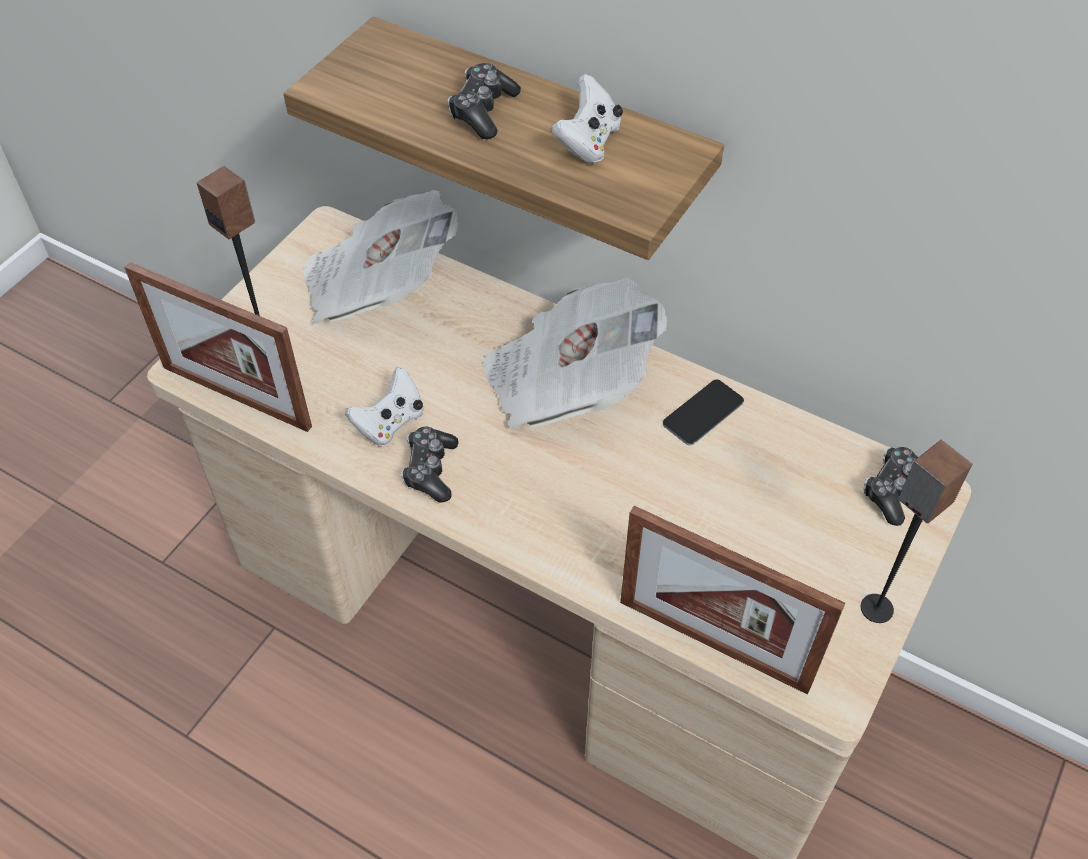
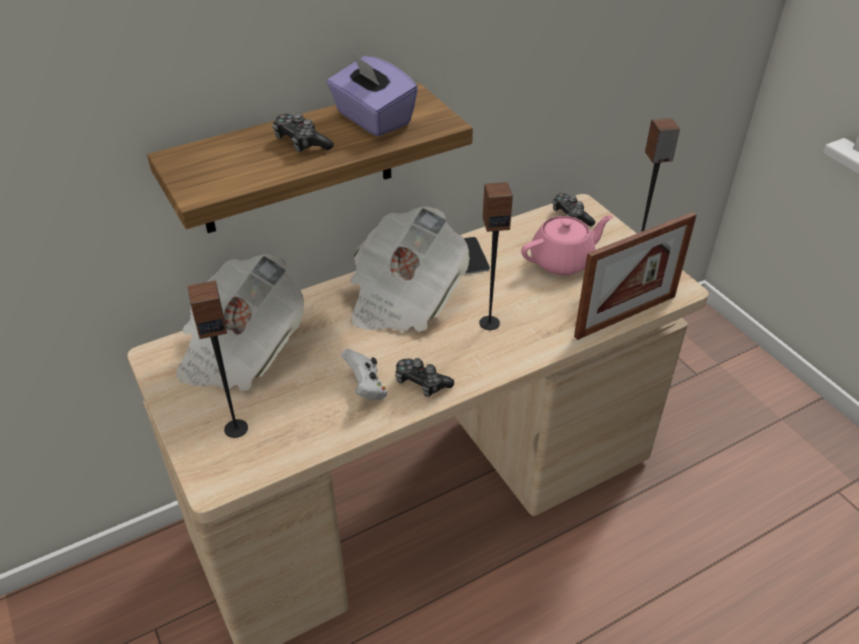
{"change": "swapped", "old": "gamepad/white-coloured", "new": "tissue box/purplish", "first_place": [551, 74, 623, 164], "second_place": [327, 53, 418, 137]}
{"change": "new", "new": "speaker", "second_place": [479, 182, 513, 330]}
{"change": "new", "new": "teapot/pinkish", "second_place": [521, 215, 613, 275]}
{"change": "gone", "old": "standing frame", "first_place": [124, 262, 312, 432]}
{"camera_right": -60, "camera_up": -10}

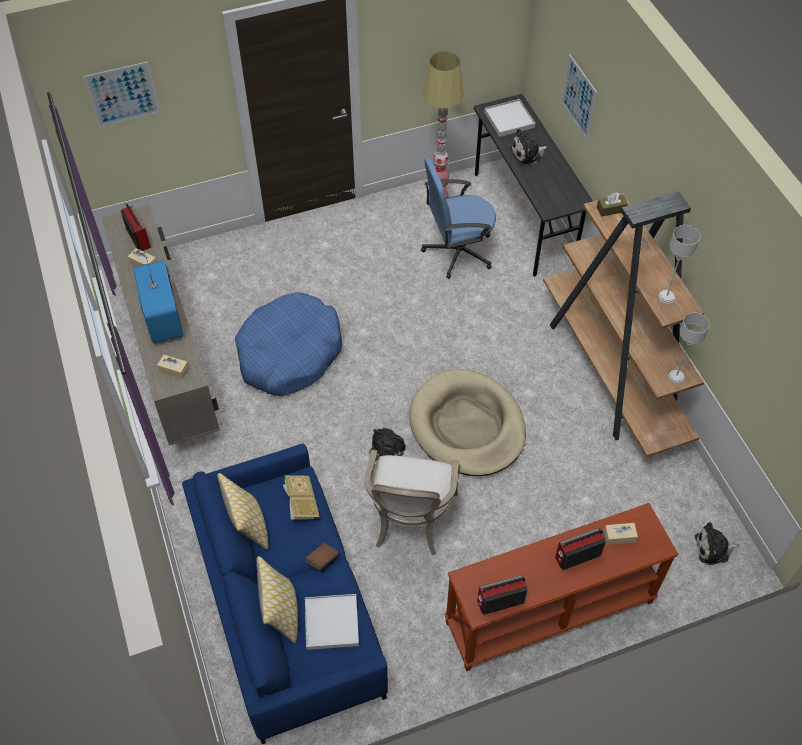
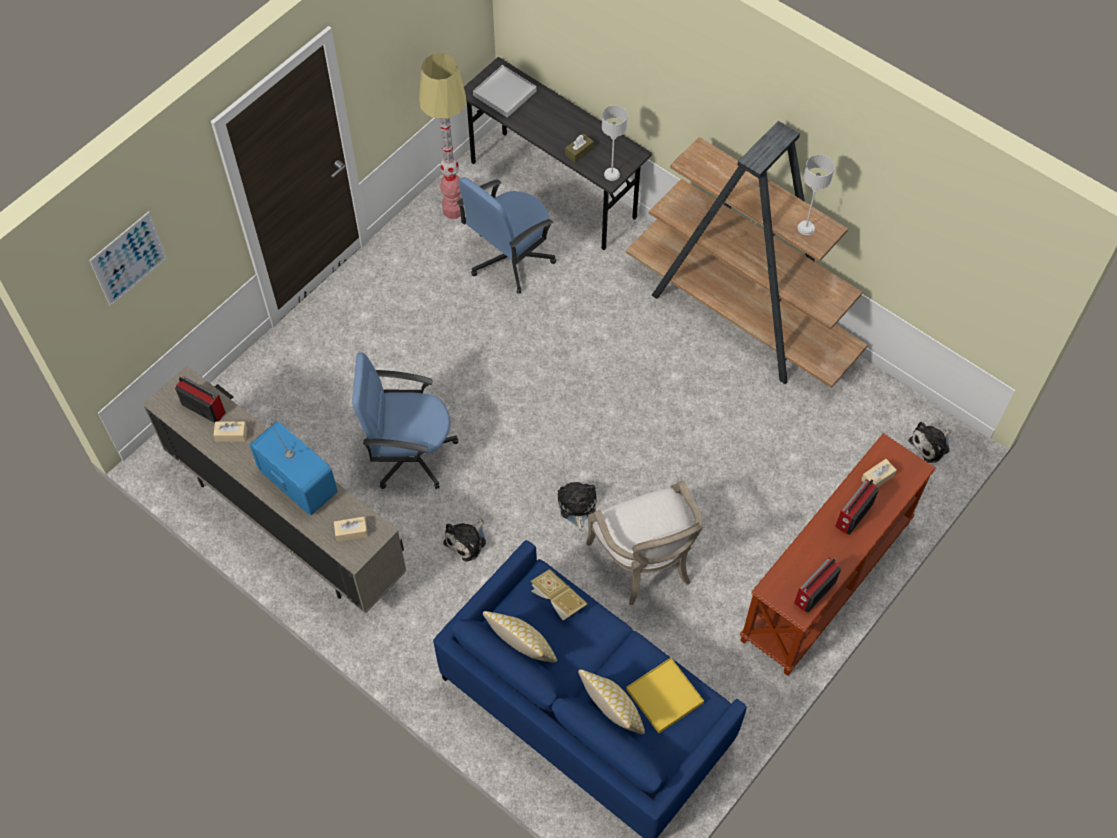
{"change": "swapped", "old": "dog cushion/blue", "new": "office chair/blue", "first_place": [235, 292, 342, 396], "second_place": [352, 352, 458, 489]}
{"change": "shifted", "old": "cuddly toy", "first_place": [510, 129, 547, 165], "second_place": [443, 519, 486, 562]}
{"change": "shifted", "old": "tissue box/brown-coloured", "first_place": [597, 192, 628, 217], "second_place": [565, 134, 594, 163]}
{"change": "shifted", "old": "lamp for a table/greyish", "first_place": [669, 313, 710, 383], "second_place": [602, 105, 628, 181]}
{"change": "repainted", "old": "serving tray/white-coloured", "new": "serving tray/yellow", "first_place": [305, 594, 359, 650], "second_place": [626, 658, 704, 733]}
{"change": "gone", "old": "book/brown-coloured", "first_place": [306, 543, 339, 570]}
{"change": "gone", "old": "dog cushion/sand-coloured", "first_place": [409, 369, 526, 476]}
{"change": "gone", "old": "wall art", "first_place": [562, 54, 597, 140]}
{"camera_right": -30, "camera_up": 5}

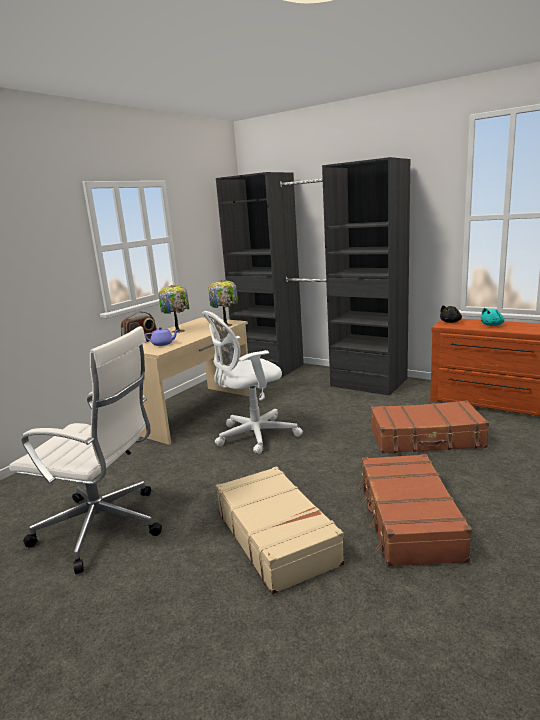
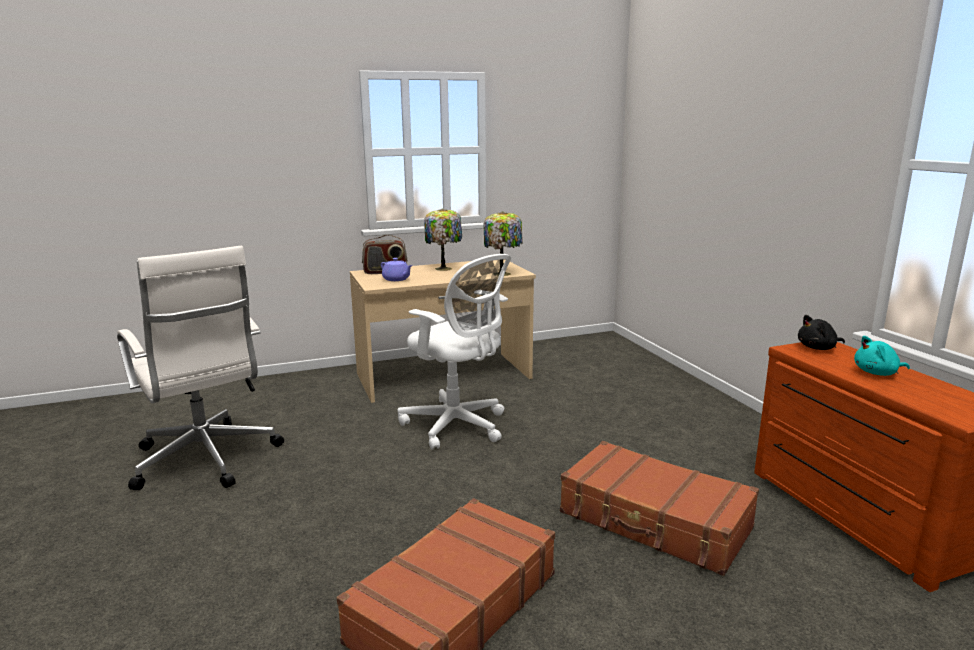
{"change": "rotated", "old": "office chair/white-coloured", "first_place": [202, 311, 303, 454], "second_place": [398, 254, 511, 450], "degrees": -150}
{"change": "gone", "old": "armoire/black", "first_place": [216, 157, 410, 396]}
{"change": "gone", "old": "piece of luggage/sand-coloured", "first_place": [216, 466, 344, 595]}
{"camera_right": 35, "camera_up": 0}

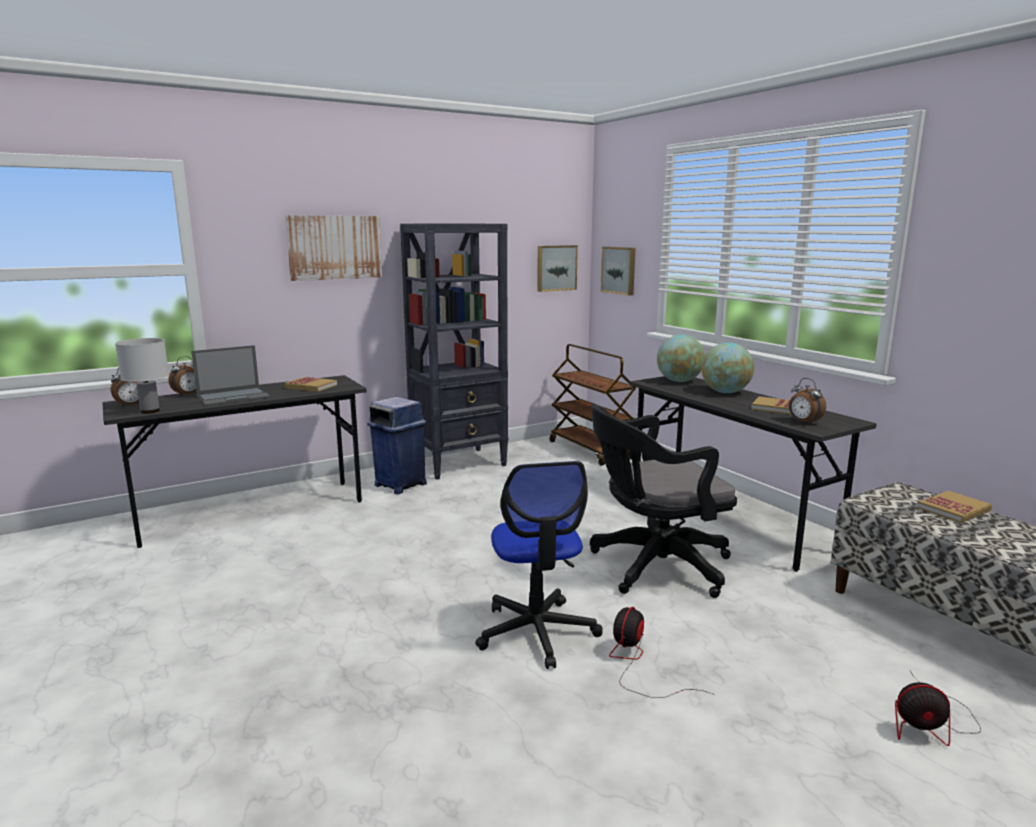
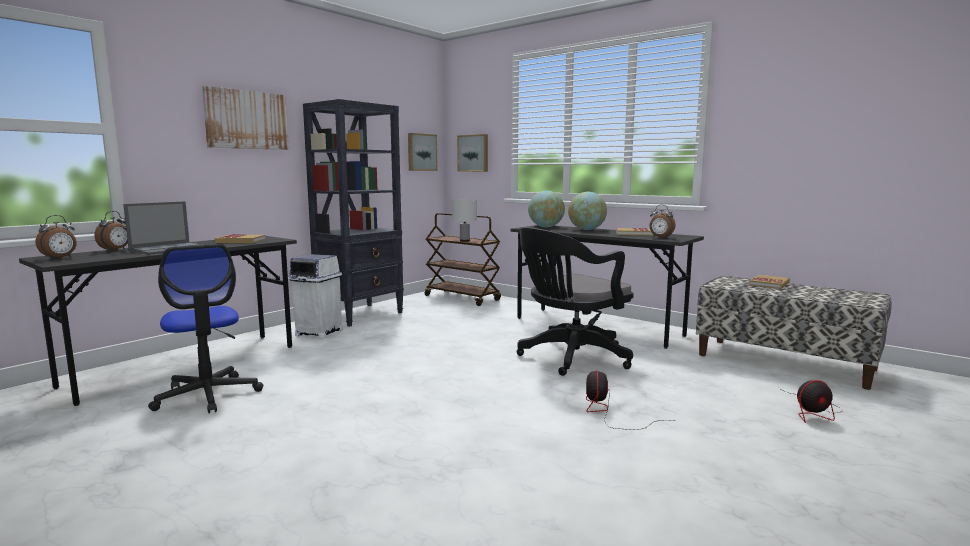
{"change": "shifted", "old": "office chair", "first_place": [475, 461, 603, 669], "second_place": [148, 244, 263, 413]}
{"change": "repainted", "old": "trash can/blue", "new": "trash can/white-coloured", "first_place": [367, 397, 427, 494], "second_place": [288, 254, 343, 339]}
{"change": "shifted", "old": "lamp for a table/white-coloured", "first_place": [115, 338, 169, 414], "second_place": [452, 199, 477, 242]}
{"camera_right": -20, "camera_up": -5}

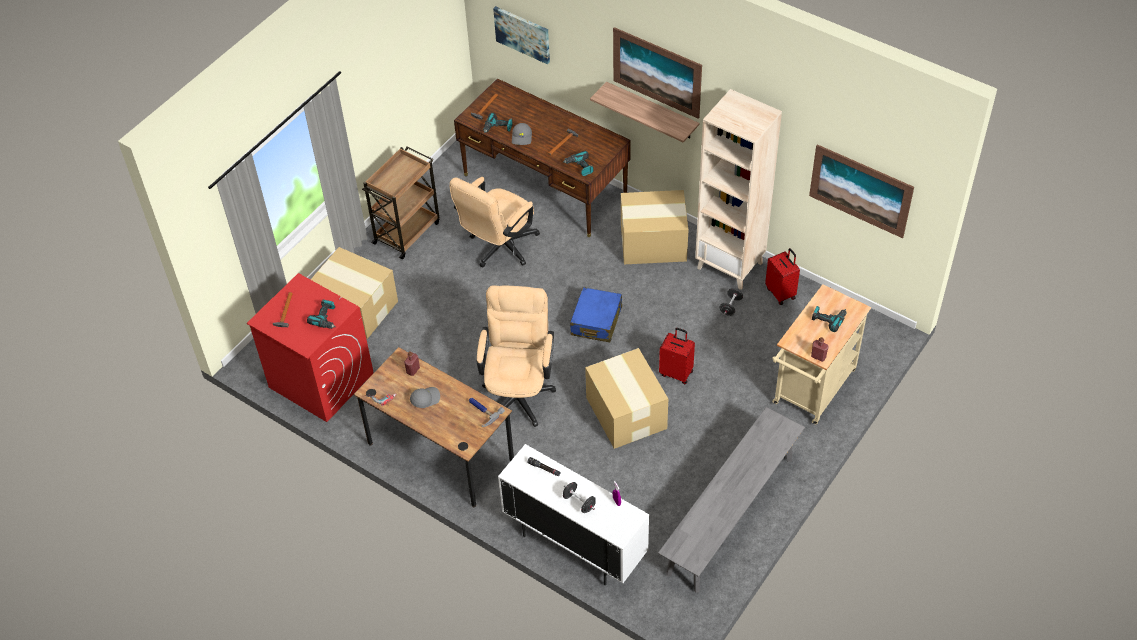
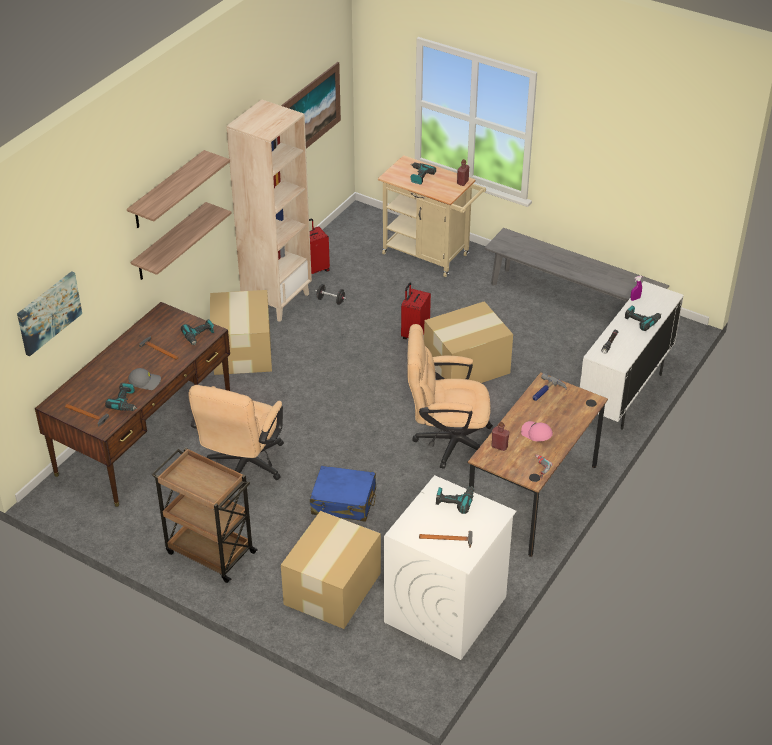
{"change": "swapped", "old": "wall art", "new": "bracket shelf", "first_place": [613, 27, 702, 119], "second_place": [127, 150, 230, 228]}
{"change": "rotated", "old": "office chair/sand-coloured", "first_place": [450, 177, 540, 267], "second_place": [189, 385, 284, 480], "degrees": 75}
{"change": "shifted", "old": "piece of luggage/blue", "first_place": [570, 287, 622, 342], "second_place": [310, 466, 376, 522]}
{"change": "repainted", "old": "washing machine/red", "new": "washing machine/white-coloured", "first_place": [247, 273, 374, 422], "second_place": [384, 475, 516, 660]}
{"change": "repainted", "old": "cap/greyish", "new": "cap/pinkish", "first_place": [410, 387, 440, 408], "second_place": [521, 421, 553, 442]}
{"change": "swapped", "old": "dumbbell/black", "new": "electric drill", "first_place": [563, 482, 596, 513], "second_place": [625, 305, 661, 331]}
{"camera_right": -95, "camera_up": -10}

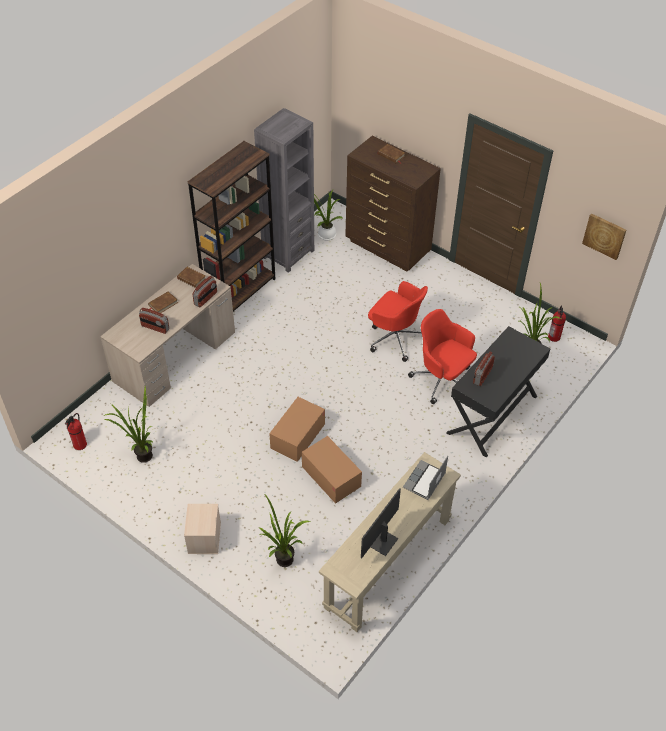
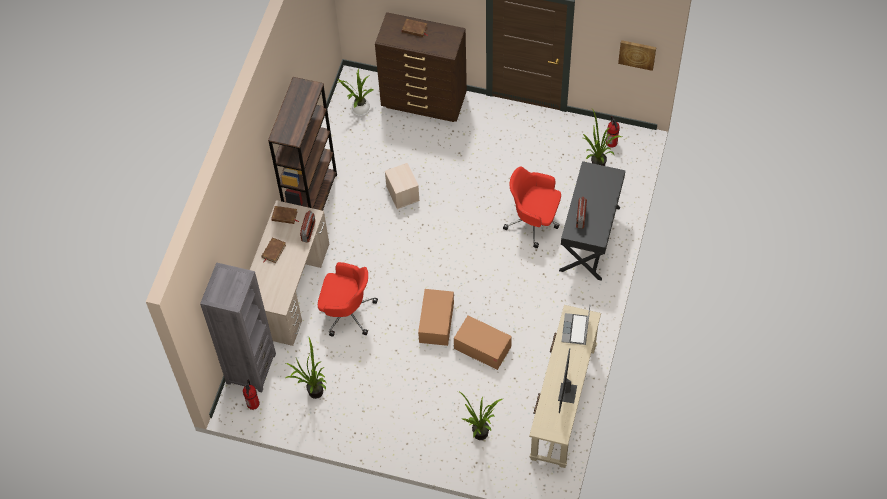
{"change": "shifted", "old": "bookcase/greyish", "first_place": [254, 108, 314, 273], "second_place": [200, 263, 276, 392]}
{"change": "shifted", "old": "office chair/red", "first_place": [368, 281, 428, 362], "second_place": [318, 262, 378, 337]}
{"change": "shifted", "old": "storage bin/sand-coloured", "first_place": [184, 504, 221, 554], "second_place": [385, 163, 420, 209]}
{"change": "gone", "old": "radio set", "first_place": [139, 308, 169, 334]}
{"camera_right": -20, "camera_up": 10}

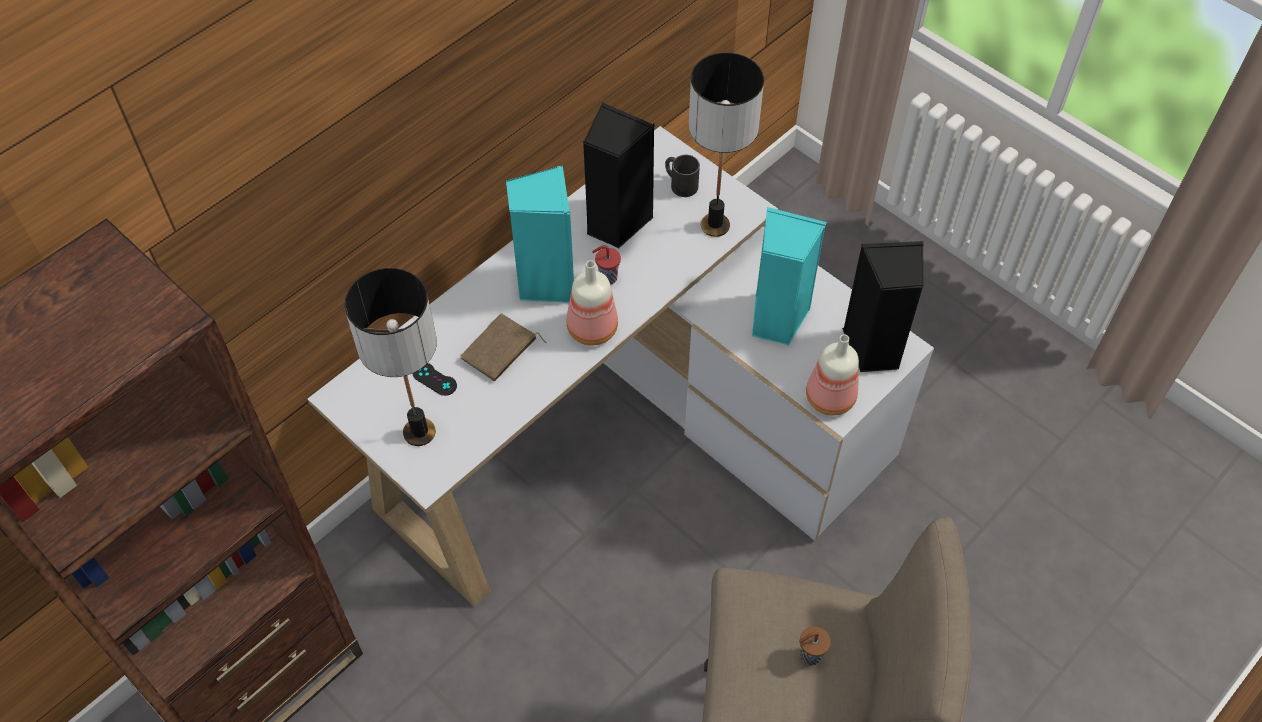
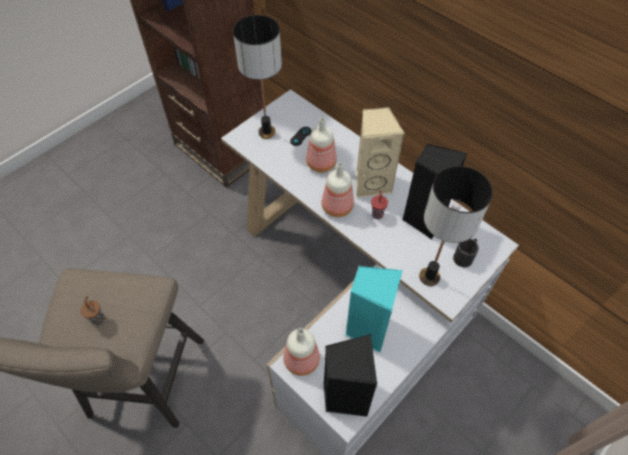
{"change": "swapped", "old": "book/brown-coloured", "new": "drink bottle", "first_place": [461, 313, 547, 381], "second_place": [306, 117, 337, 172]}
{"change": "repainted", "old": "speaker/turquoise-coloured", "new": "speaker/sand-coloured", "first_place": [506, 165, 574, 303], "second_place": [357, 107, 405, 198]}
{"camera_right": 90, "camera_up": 0}

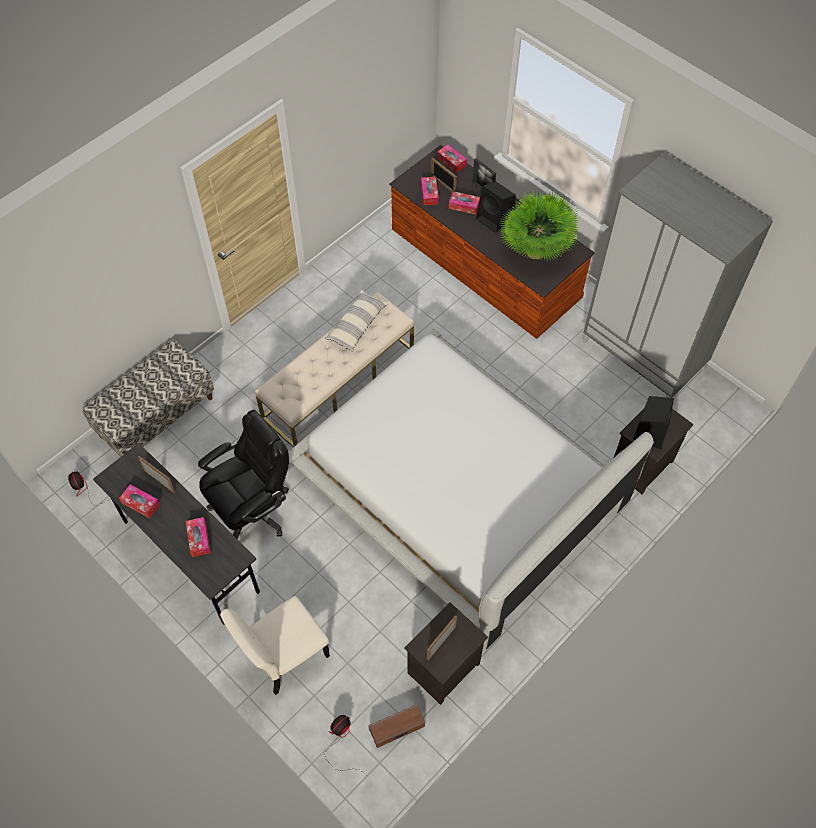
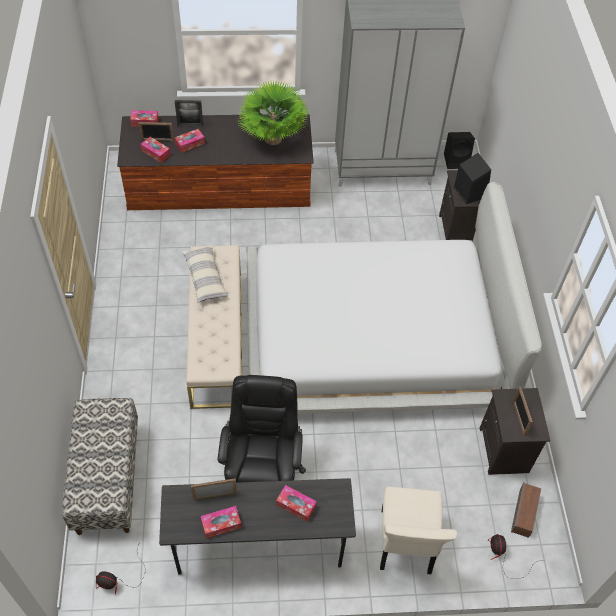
{"change": "shifted", "old": "speaker/black", "first_place": [476, 181, 516, 233], "second_place": [444, 132, 475, 169]}
{"camera_right": -50, "camera_up": -5}

